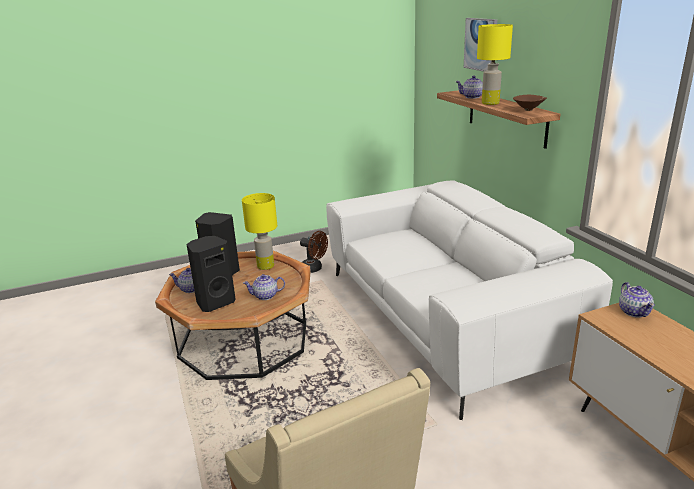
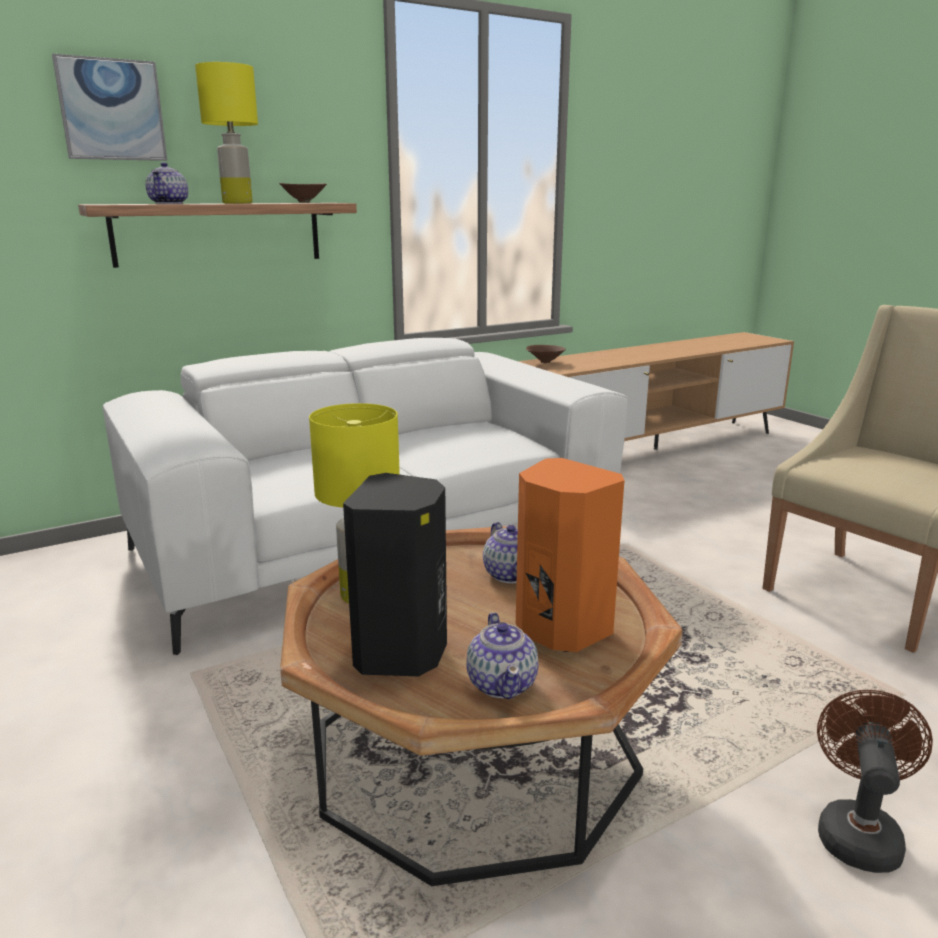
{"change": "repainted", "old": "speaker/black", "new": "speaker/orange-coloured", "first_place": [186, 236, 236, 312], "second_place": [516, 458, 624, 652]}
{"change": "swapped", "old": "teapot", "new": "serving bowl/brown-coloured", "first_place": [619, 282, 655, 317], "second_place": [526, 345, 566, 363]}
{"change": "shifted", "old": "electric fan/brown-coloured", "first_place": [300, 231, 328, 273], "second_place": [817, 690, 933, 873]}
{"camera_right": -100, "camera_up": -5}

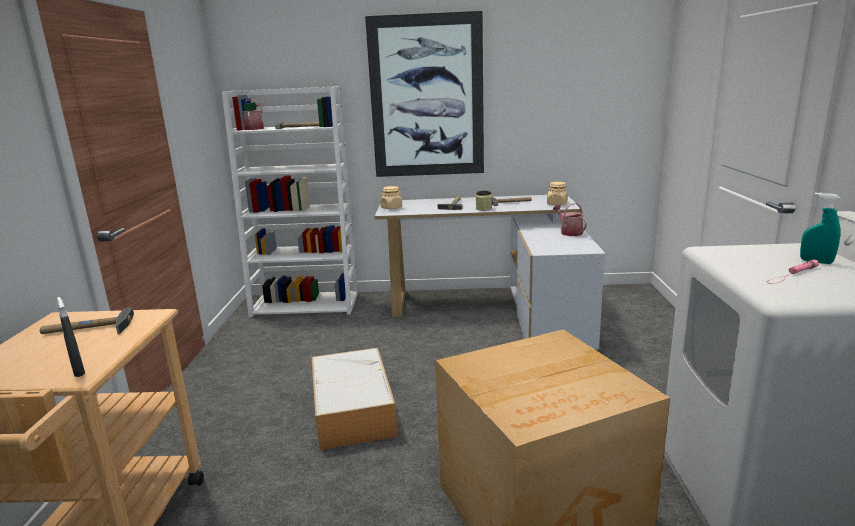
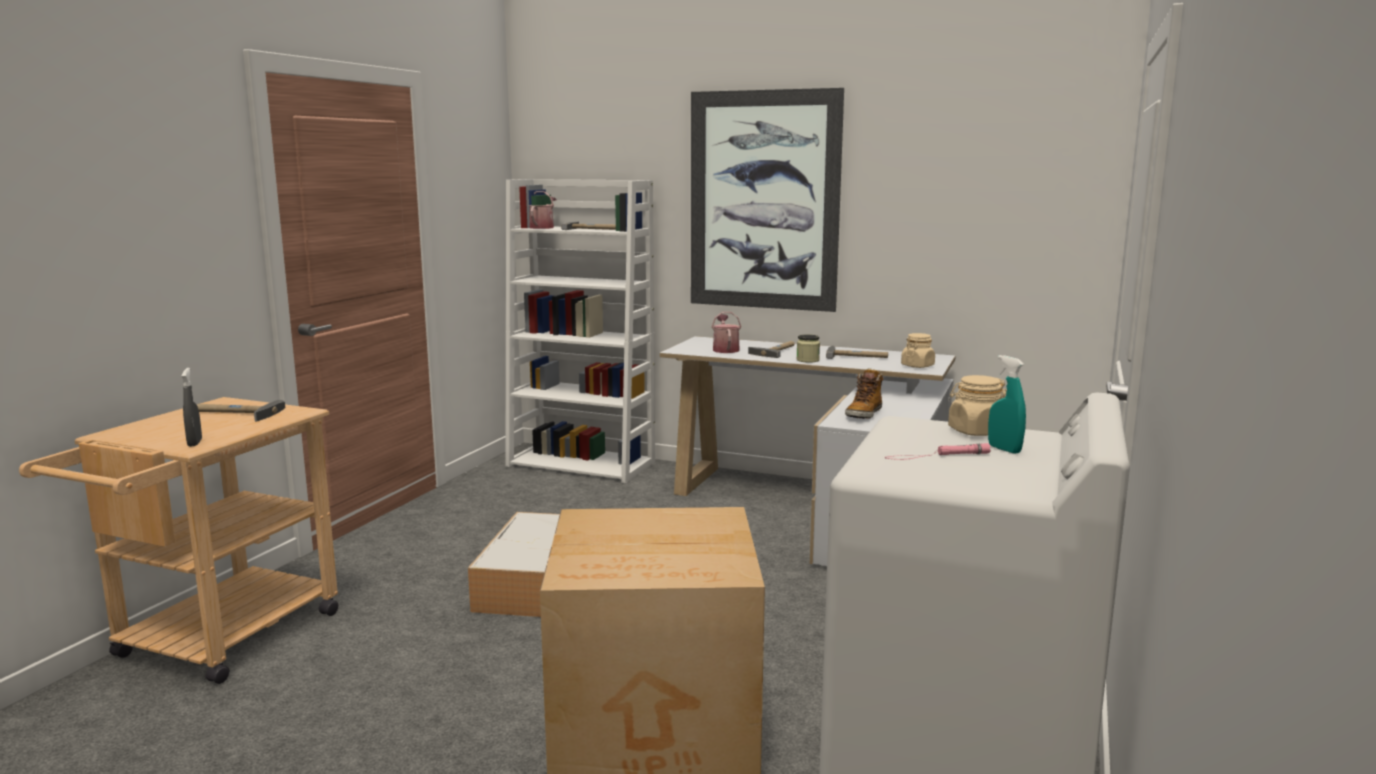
{"change": "shifted", "old": "sprinkling can", "first_place": [553, 203, 587, 236], "second_place": [712, 312, 741, 353]}
{"change": "new", "new": "tall boot", "second_place": [845, 368, 883, 419]}
{"change": "shifted", "old": "jar/sand-coloured", "first_place": [380, 186, 402, 209], "second_place": [948, 375, 1007, 436]}
{"camera_right": 20, "camera_up": -5}

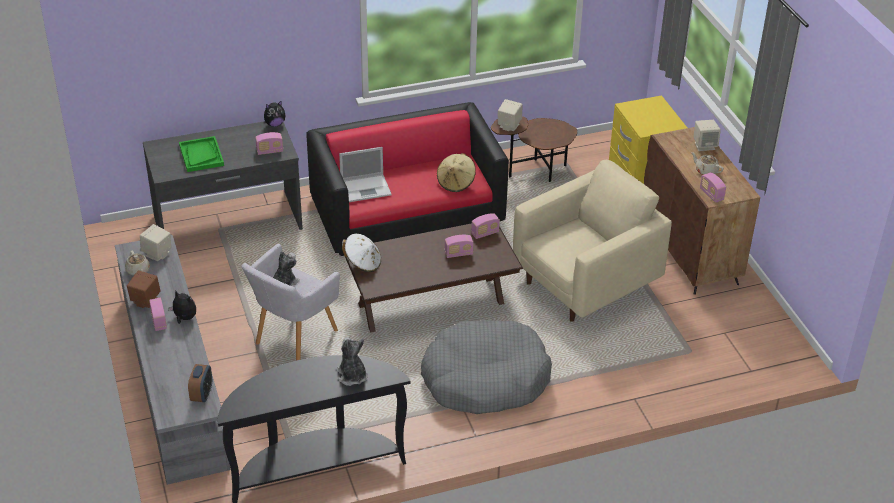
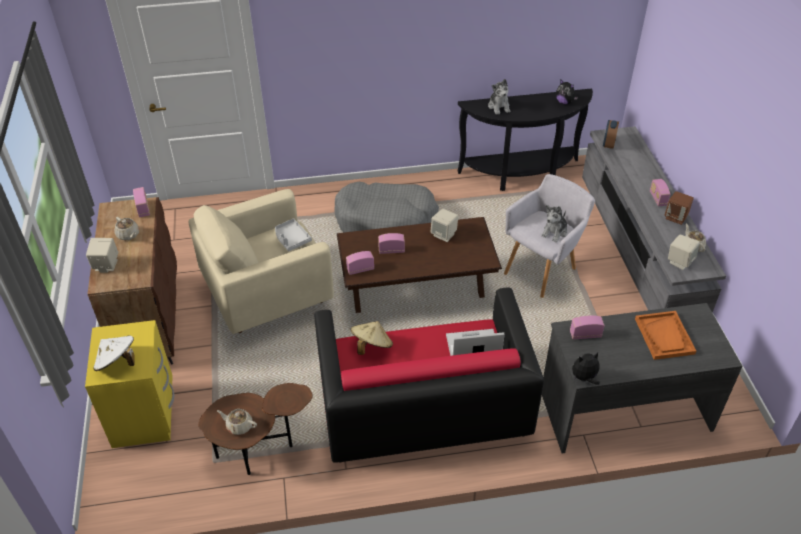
{"change": "shifted", "old": "wearable hat/white-coloured", "first_place": [342, 234, 381, 272], "second_place": [94, 336, 135, 371]}
{"change": "new", "new": "teapot/sand-coloured", "second_place": [217, 409, 257, 435]}
{"change": "new", "new": "serving tray/greyish", "second_place": [275, 218, 312, 251]}
{"change": "shifted", "old": "speaker/sand-coloured", "first_place": [498, 99, 522, 131], "second_place": [431, 209, 458, 242]}
{"change": "shifted", "old": "cuddly toy", "first_place": [168, 290, 196, 324], "second_place": [556, 80, 578, 104]}
{"change": "repainted", "old": "serving tray/green-coloured", "new": "serving tray/orange-coloured", "first_place": [179, 136, 224, 172], "second_place": [635, 311, 696, 360]}
{"camera_right": -170, "camera_up": 5}

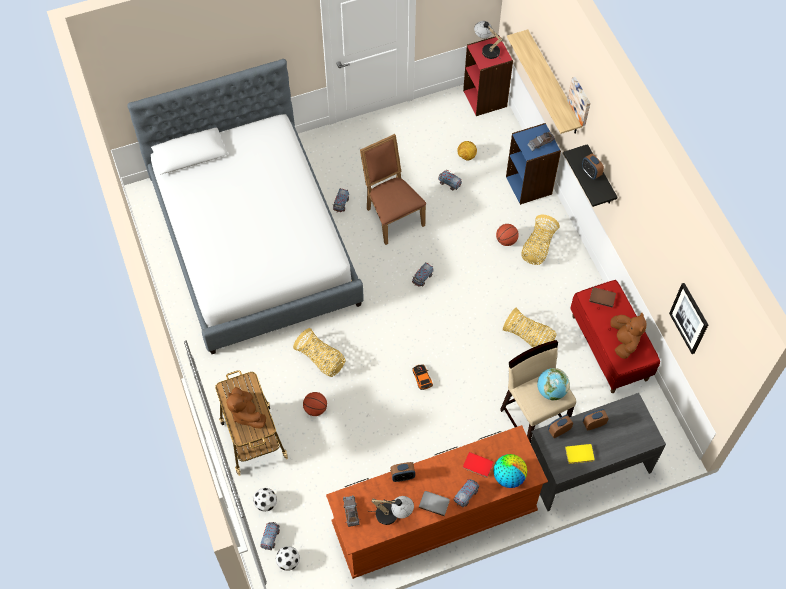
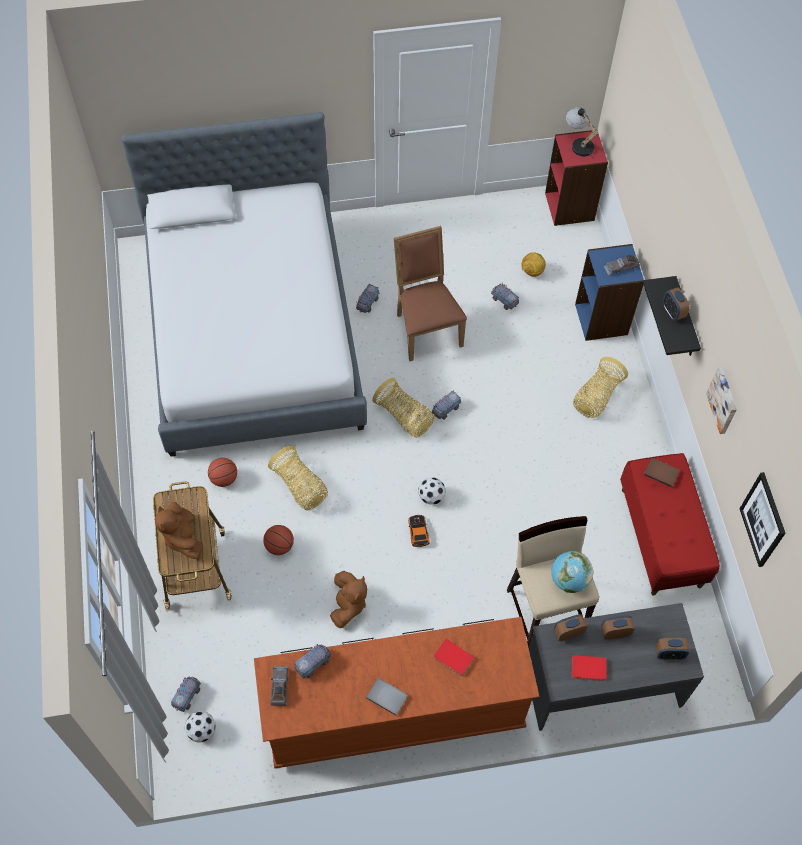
{"change": "shifted", "old": "ball for basketball", "first_place": [496, 224, 519, 246], "second_place": [208, 458, 237, 487]}
{"change": "shifted", "old": "model truck", "first_place": [454, 479, 479, 507], "second_place": [294, 644, 331, 678]}
{"change": "shifted", "old": "cuddly toy/brown-coloured", "first_place": [610, 313, 646, 359], "second_place": [330, 571, 367, 628]}
{"change": "shifted", "old": "basket", "first_place": [503, 308, 557, 347], "second_place": [372, 378, 434, 438]}
{"change": "shifted", "old": "ball for football", "first_place": [253, 488, 277, 512], "second_place": [418, 477, 446, 505]}
{"change": "repainted", "old": "book/yellow", "new": "book/red", "first_place": [565, 444, 595, 464], "second_place": [572, 655, 607, 681]}
{"change": "shifted", "old": "alarm clock", "first_place": [391, 462, 415, 482], "second_place": [656, 638, 689, 660]}
{"change": "shifted", "old": "wall art", "first_place": [567, 77, 591, 126], "second_place": [706, 368, 737, 434]}
{"change": "gone", "old": "lamp for a table", "first_place": [369, 496, 414, 525]}
{"change": "gone", "old": "globe", "first_place": [494, 454, 527, 488]}
{"change": "gone", "old": "bracket shelf", "first_place": [507, 30, 582, 134]}
{"camera_right": 10, "camera_up": 0}

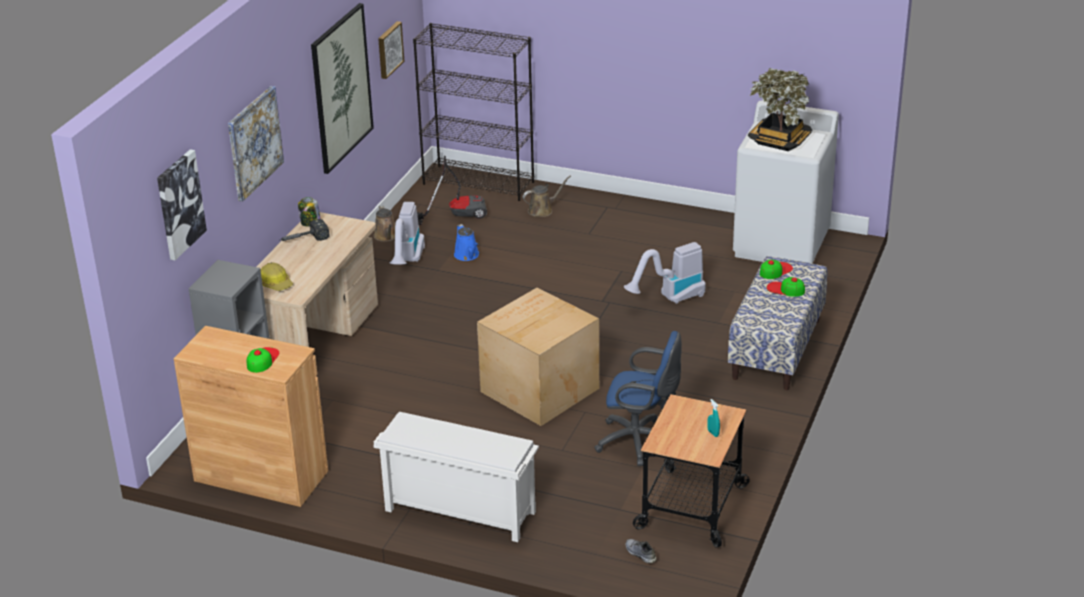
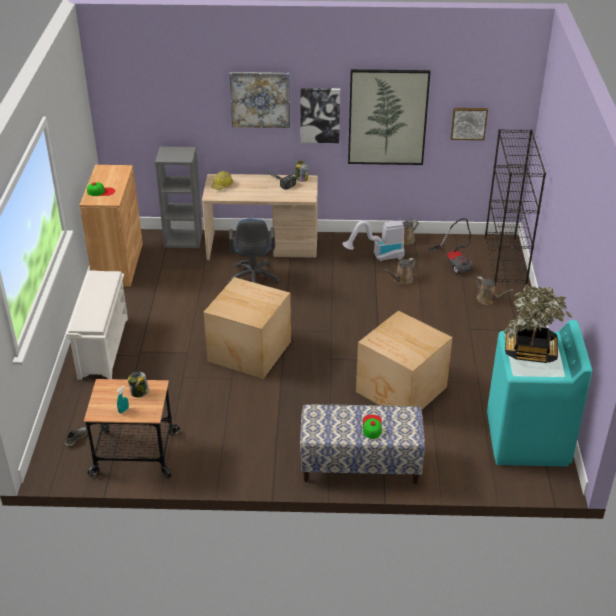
{"change": "new", "new": "jar", "second_place": [128, 371, 149, 397]}
{"change": "shifted", "old": "office chair/blue", "first_place": [594, 331, 682, 466], "second_place": [228, 219, 280, 283]}
{"change": "shifted", "old": "wall art", "first_place": [157, 149, 207, 260], "second_place": [300, 88, 340, 143]}
{"change": "swapped", "old": "vacuum", "new": "cardboard box", "first_place": [624, 242, 706, 304], "second_place": [356, 310, 453, 410]}
{"change": "repainted", "old": "sprinkling can/blue", "new": "sprinkling can/brown-coloured", "first_place": [454, 224, 479, 261], "second_place": [385, 258, 416, 285]}
{"change": "repainted", "old": "washing machine/white-coloured", "new": "washing machine/turquoise-coloured", "first_place": [733, 101, 839, 263], "second_place": [487, 320, 592, 467]}
{"change": "gone", "old": "cap", "first_place": [760, 260, 793, 279]}
{"camera_right": 70, "camera_up": 5}

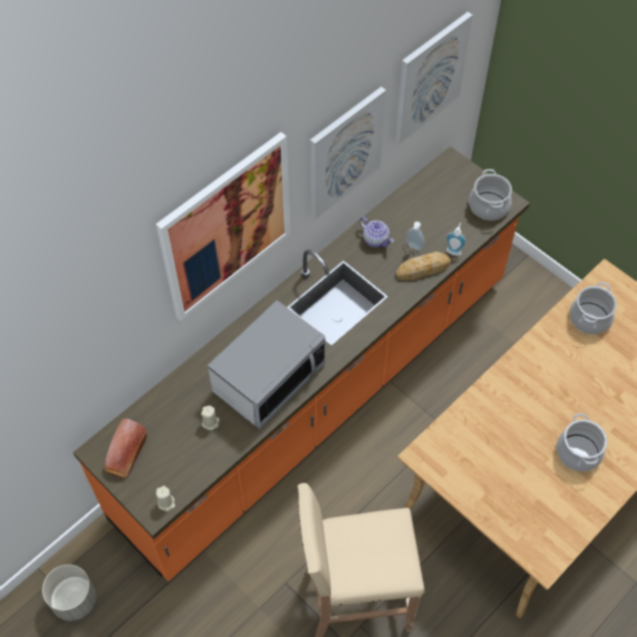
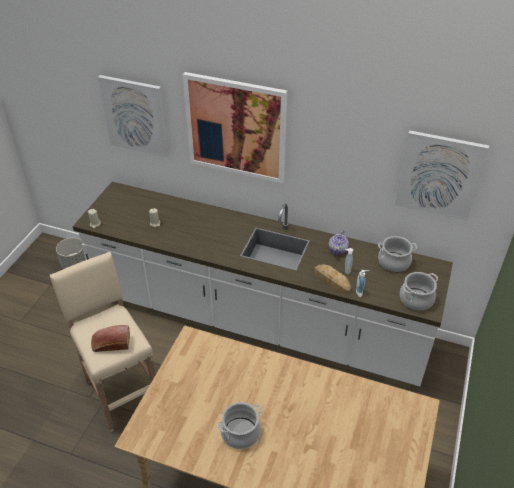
{"change": "repainted", "old": "kitchen counter/orange-coloured", "new": "kitchen counter/white-coloured", "first_place": [73, 146, 530, 582], "second_place": [73, 182, 453, 386]}
{"change": "shifted", "old": "baked bread", "first_place": [105, 419, 147, 478], "second_place": [91, 325, 130, 352]}
{"change": "shifted", "old": "wall art", "first_place": [310, 87, 386, 219], "second_place": [98, 75, 169, 157]}
{"change": "shifted", "old": "saucepot", "first_place": [570, 282, 617, 334], "second_place": [378, 236, 417, 272]}
{"change": "gone", "old": "microwave oven", "first_place": [208, 300, 325, 429]}
{"camera_right": 65, "camera_up": -15}

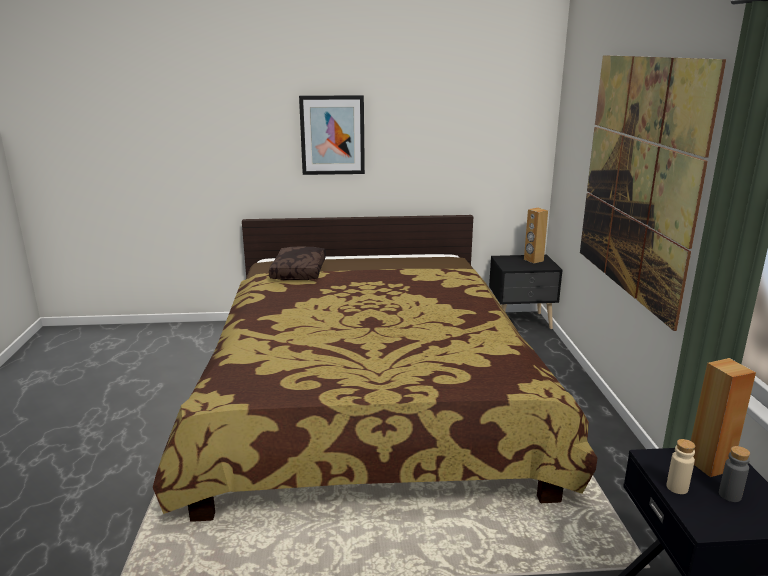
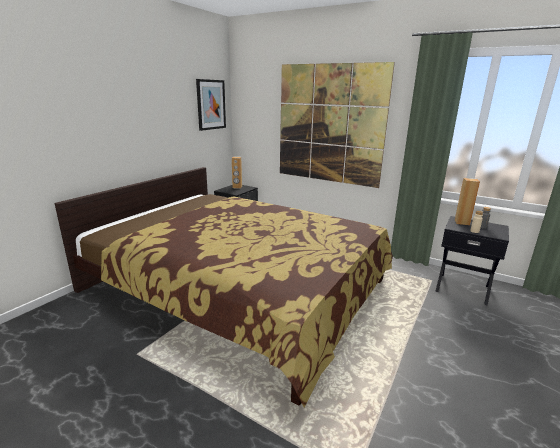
{"change": "shifted", "old": "wall art", "first_place": [299, 95, 365, 175], "second_place": [196, 79, 226, 131]}
{"change": "gone", "old": "pillow/brown-coloured", "first_place": [269, 247, 326, 280]}
{"camera_right": -55, "camera_up": 0}

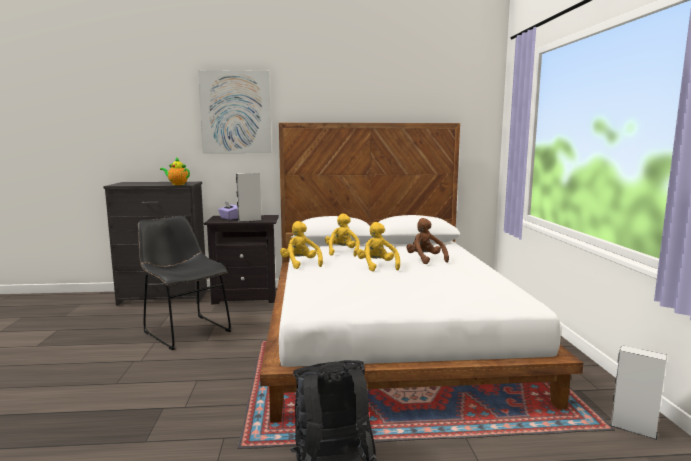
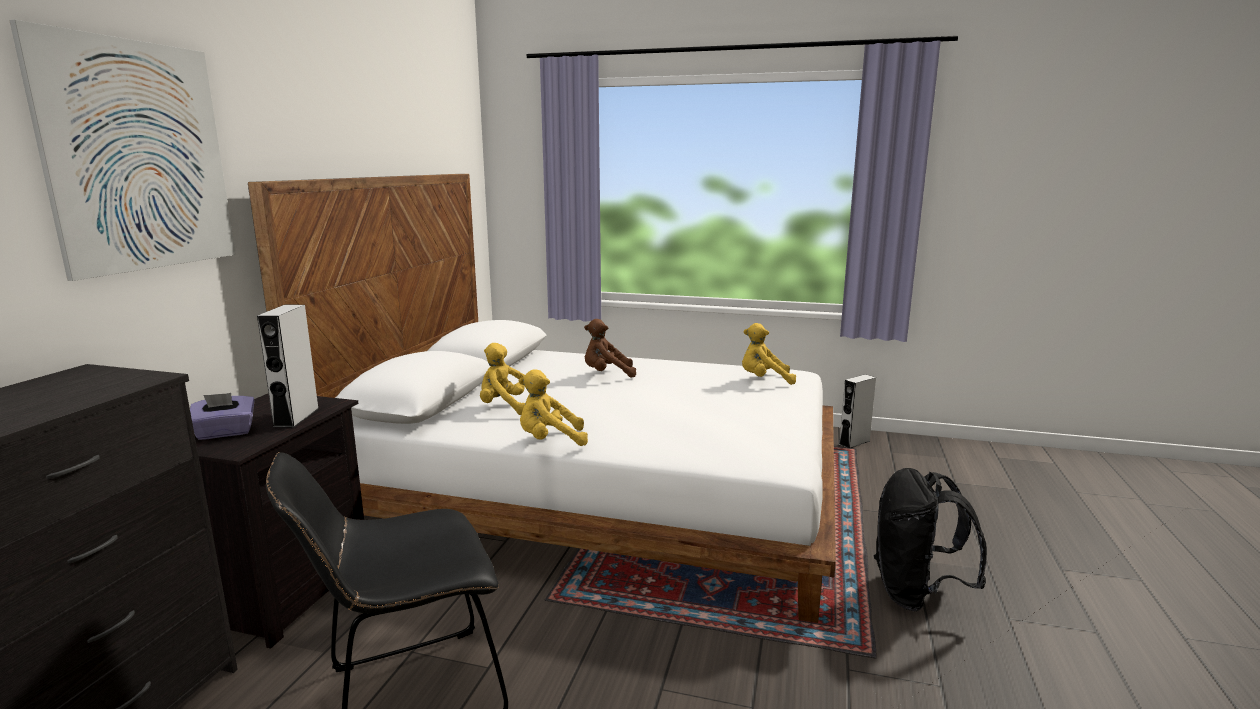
{"change": "shifted", "old": "cuddly toy/yellow", "first_place": [357, 222, 400, 271], "second_place": [742, 323, 796, 385]}
{"change": "gone", "old": "teapot", "first_place": [160, 157, 190, 185]}
{"camera_right": -70, "camera_up": 5}

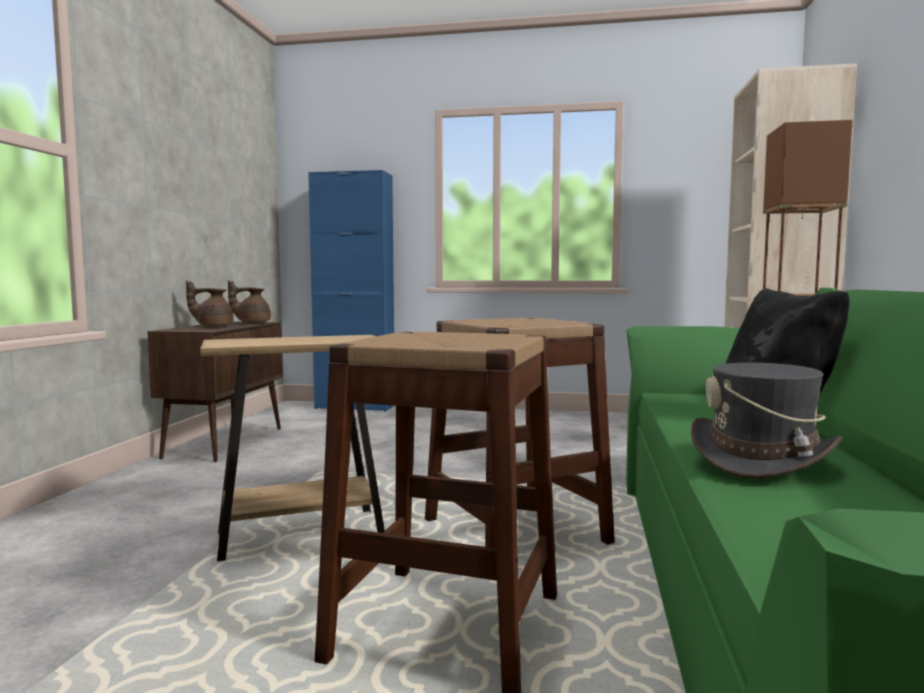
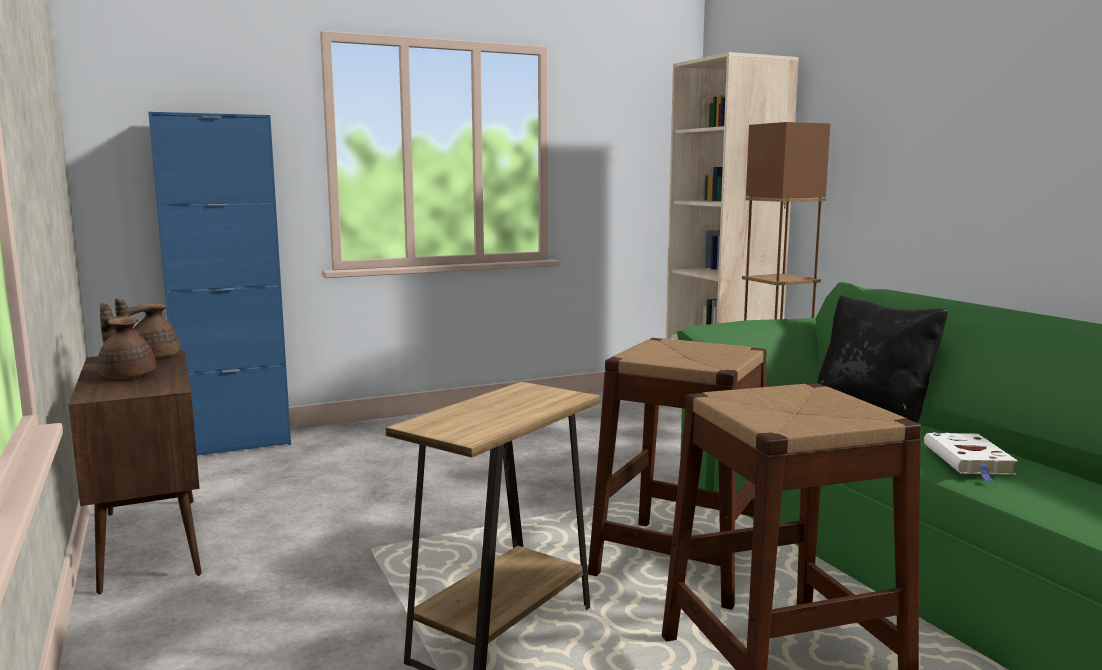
{"change": "rotated", "old": "teapot/brown-coloured", "first_place": [186, 280, 234, 327], "second_place": [97, 303, 156, 379], "degrees": 90}
{"change": "swapped", "old": "wearable hat/greyish", "new": "book/white-coloured", "first_place": [691, 363, 842, 479], "second_place": [924, 432, 1018, 482]}
{"camera_right": -35, "camera_up": 5}

